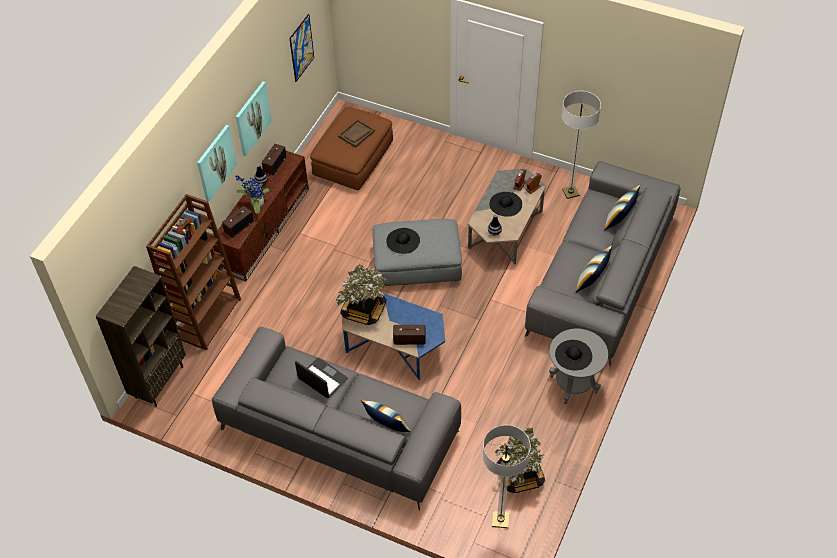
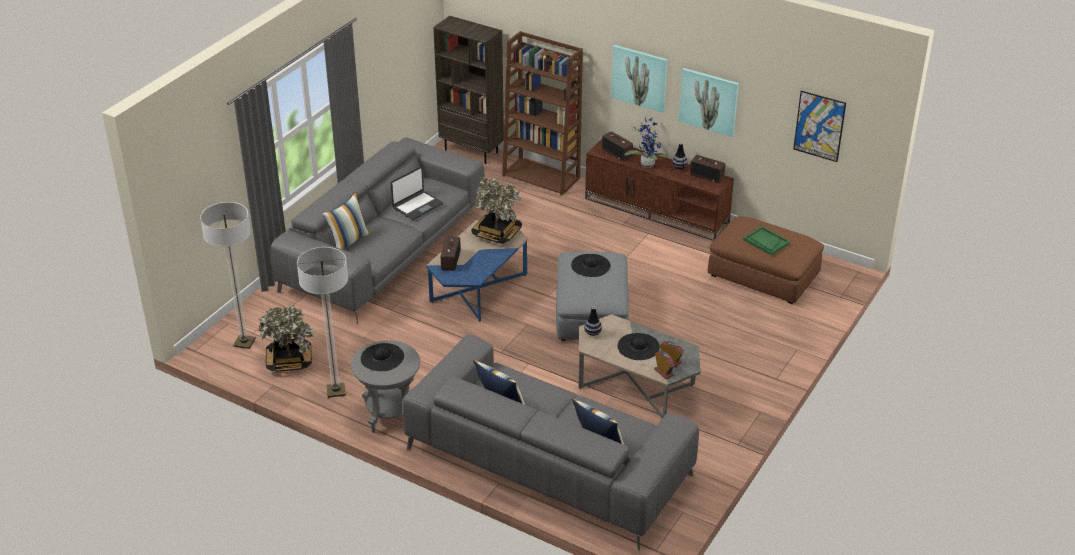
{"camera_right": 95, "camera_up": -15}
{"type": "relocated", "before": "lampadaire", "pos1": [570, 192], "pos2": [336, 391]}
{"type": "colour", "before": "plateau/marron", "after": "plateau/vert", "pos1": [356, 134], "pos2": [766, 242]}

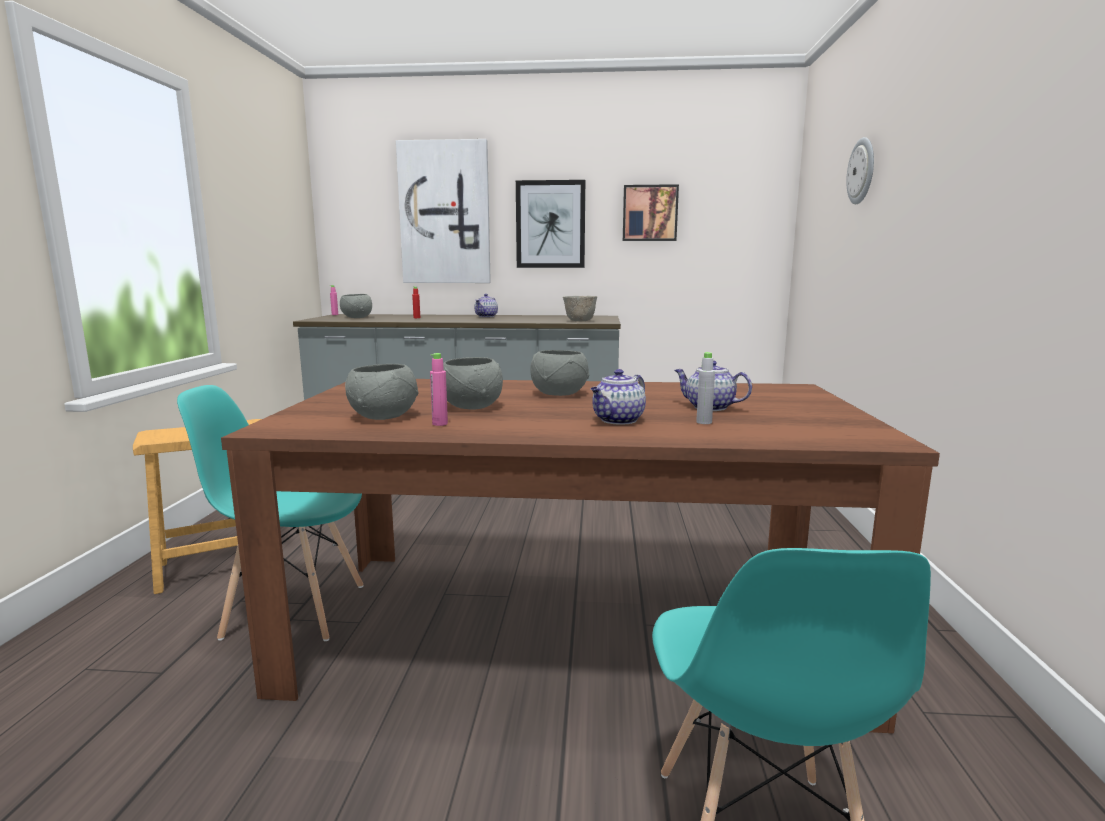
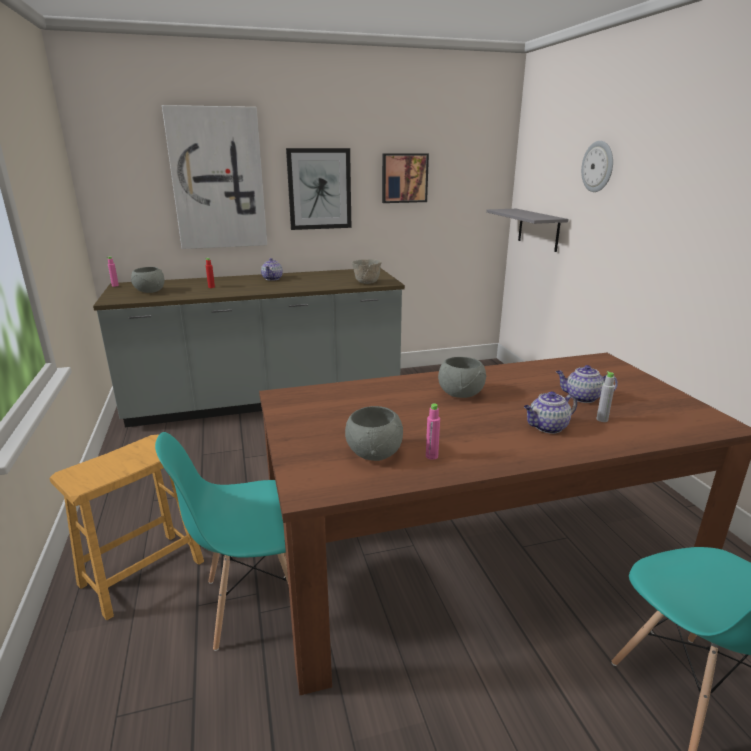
{"camera_right": -20, "camera_up": 10}
{"type": "missing", "before": "bol/gris", "pos1": [471, 406]}
{"type": "spun", "before": "théière", "pos1": [618, 420], "pos2": [547, 427], "turn": 45}
{"type": "appeared", "after": "étagère/gris", "pos2": [538, 229]}

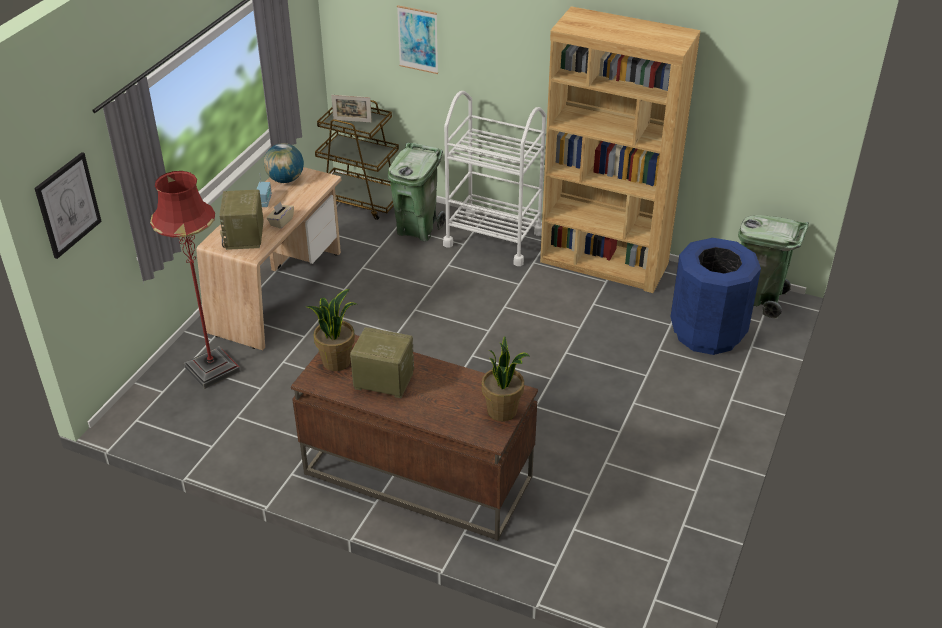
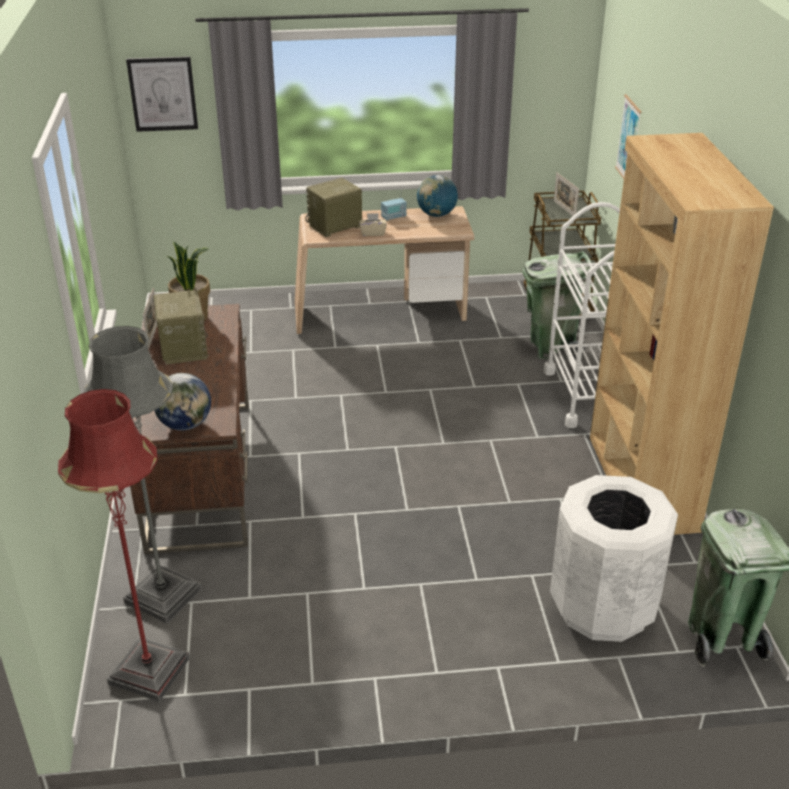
{"camera_right": 60, "camera_up": -5}
{"type": "relocated", "before": "lampadaire/rouge", "pos1": [212, 369], "pos2": [149, 671]}
{"type": "colour", "before": "poubelle/bleu", "after": "poubelle/blanc", "pos1": [707, 333], "pos2": [603, 608]}
{"type": "exchanged", "before": "plante en pot", "after": "globe", "pos1": [503, 411], "pos2": [185, 424]}
{"type": "appeared", "after": "cadre photo", "pos2": [153, 334]}
{"type": "appeared", "after": "lampadaire/gris", "pos2": [163, 596]}

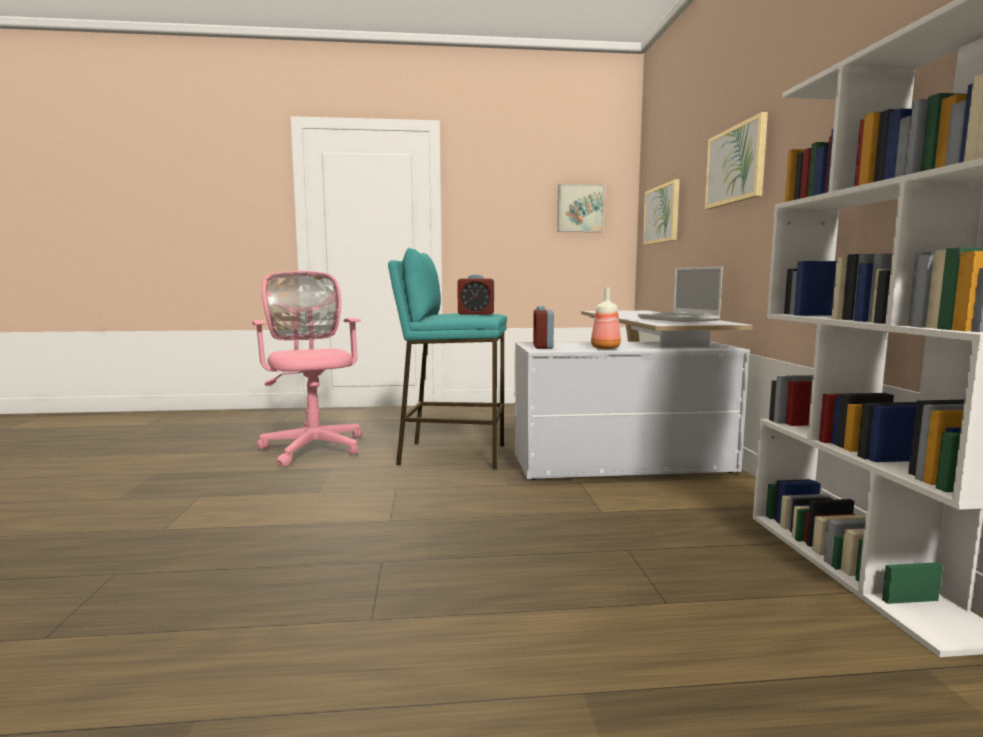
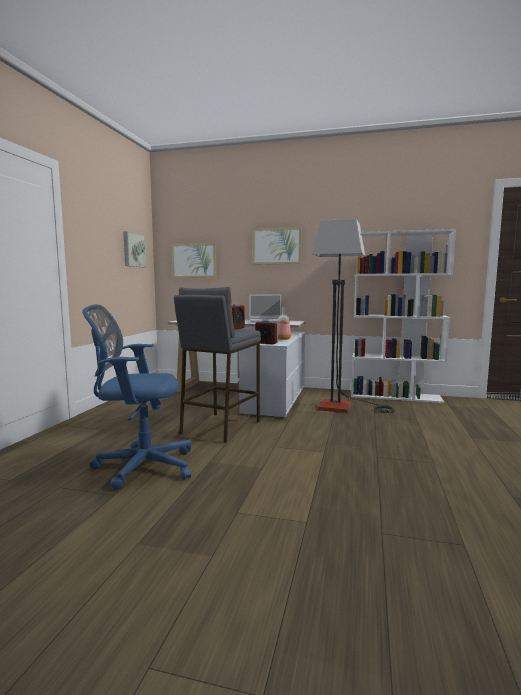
{"camera_right": -70, "camera_up": 0}
{"type": "colour", "before": "tabouret/turquoise", "after": "tabouret/gris", "pos1": [452, 455], "pos2": [219, 427]}
{"type": "colour", "before": "chaise de bureau/rose", "after": "chaise de bureau/bleu", "pos1": [313, 447], "pos2": [140, 466]}
{"type": "appeared", "after": "lampadaire", "pos2": [346, 407]}

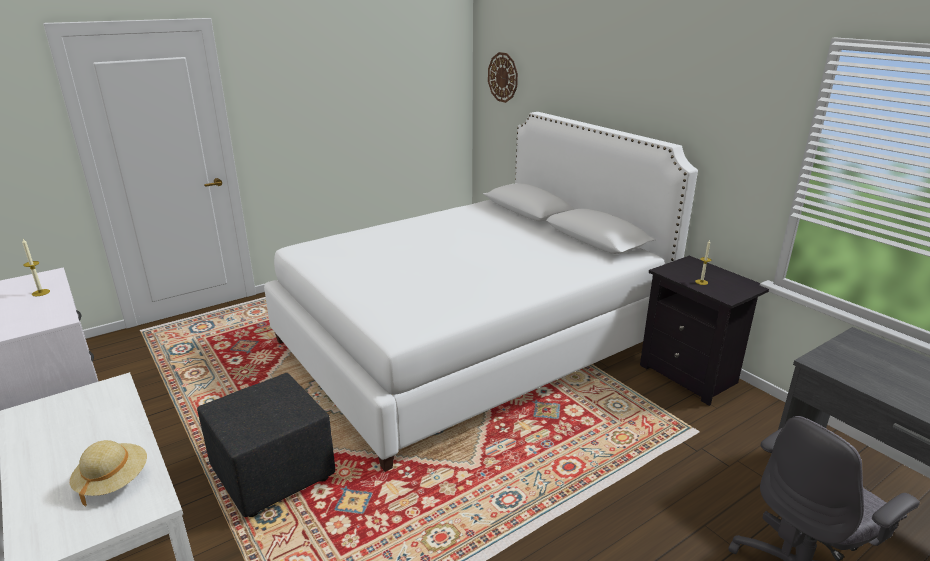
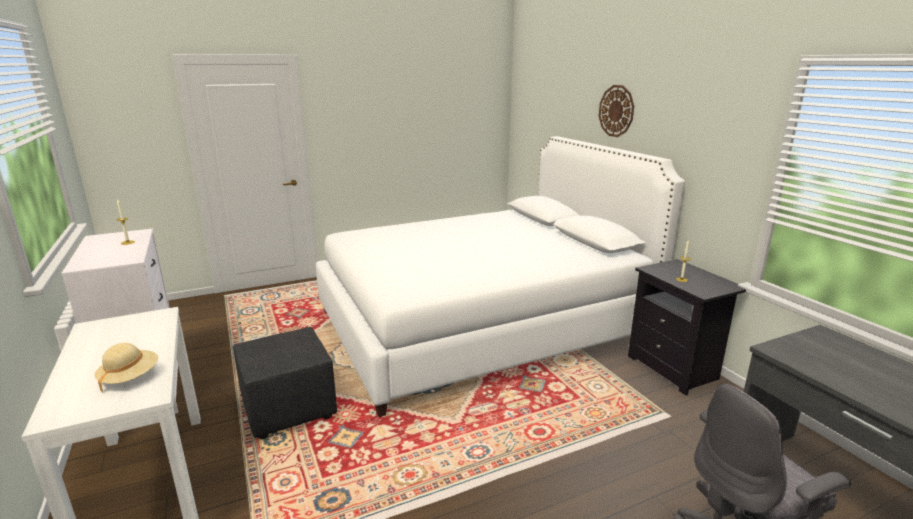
{"camera_right": 10, "camera_up": -5}
{"type": "relocated", "before": "horloge murale", "pos1": [503, 77], "pos2": [616, 111]}

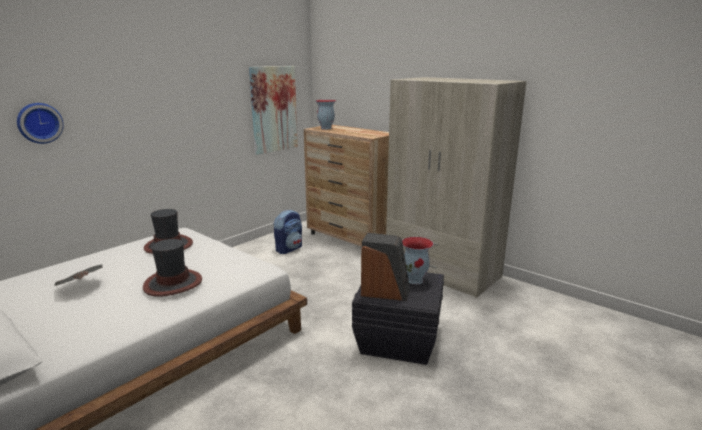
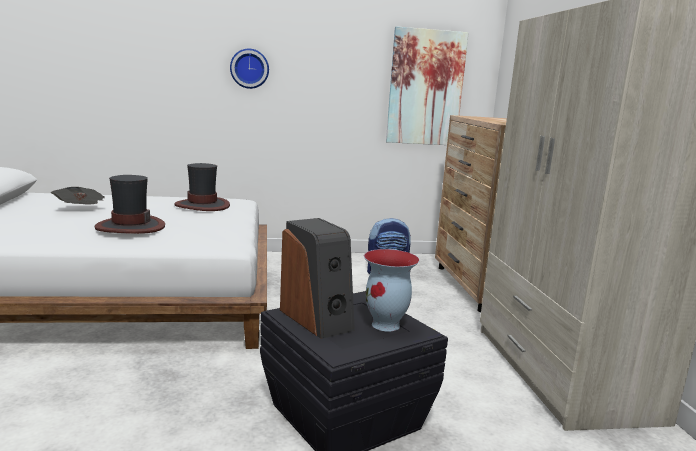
{"camera_right": 40, "camera_up": -5}
{"type": "missing", "before": "vase", "pos1": [326, 128]}
{"type": "relocated", "before": "horloge murale", "pos1": [39, 123], "pos2": [249, 68]}

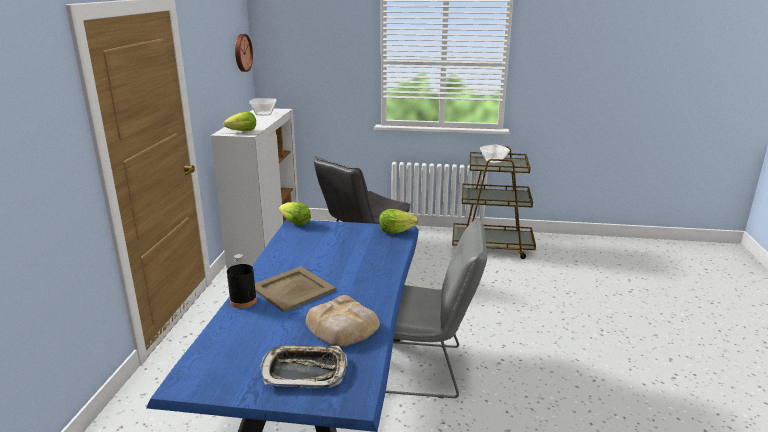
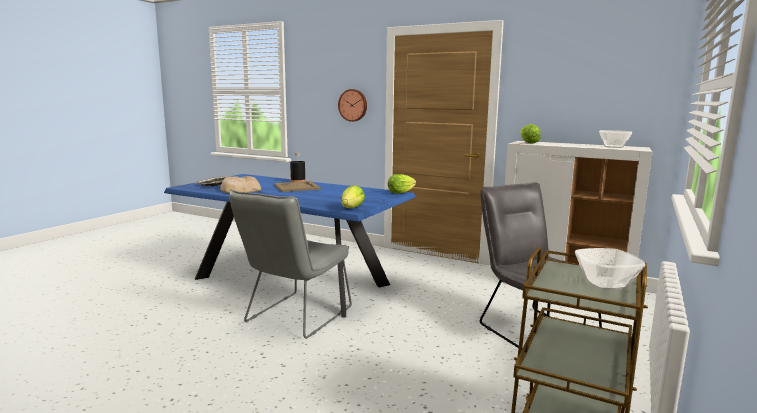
{"camera_right": 110, "camera_up": -10}
{"type": "relocated", "before": "horloge murale", "pos1": [242, 52], "pos2": [353, 105]}

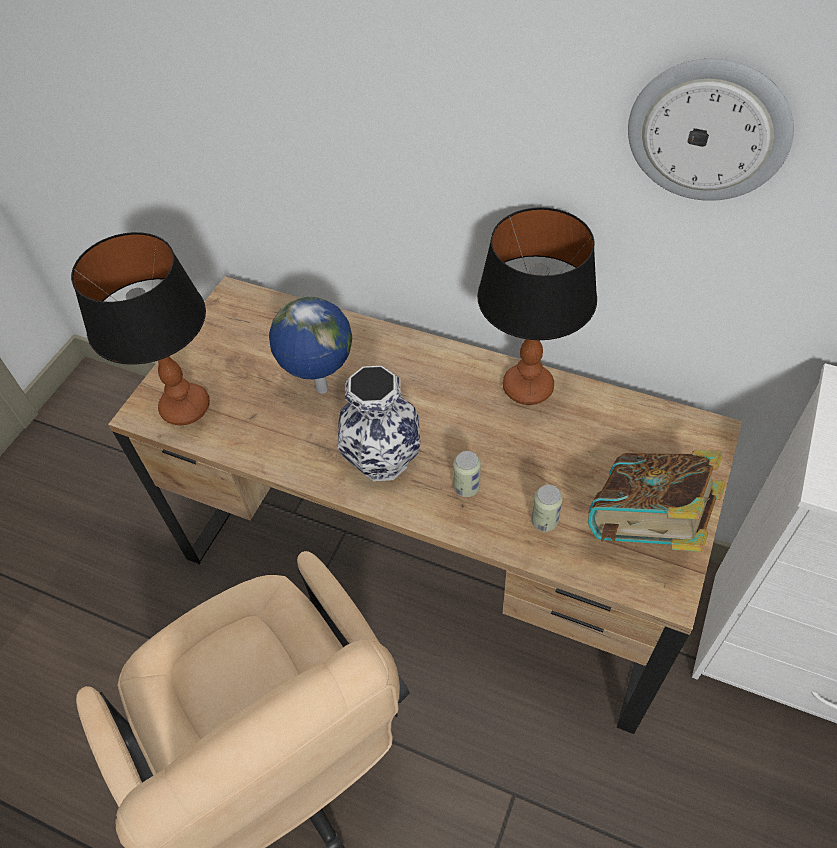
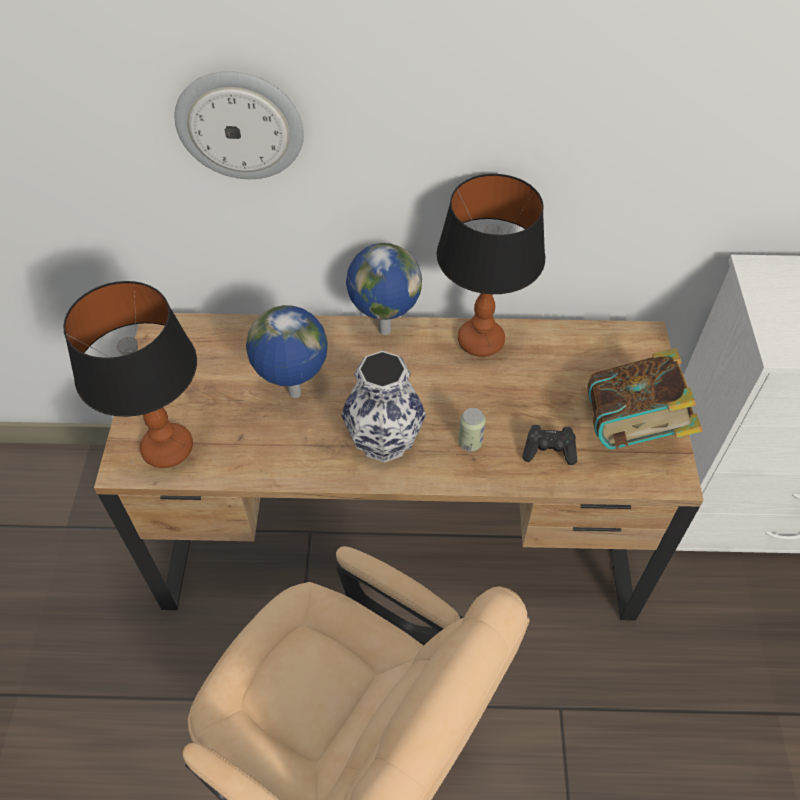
{"camera_right": -25, "camera_up": 0}
{"type": "relocated", "before": "horloge murale", "pos1": [708, 130], "pos2": [240, 125]}
{"type": "exchanged", "before": "boîte métallique", "after": "manette/noir", "pos1": [544, 521], "pos2": [549, 451]}
{"type": "appeared", "after": "globe", "pos2": [383, 330]}

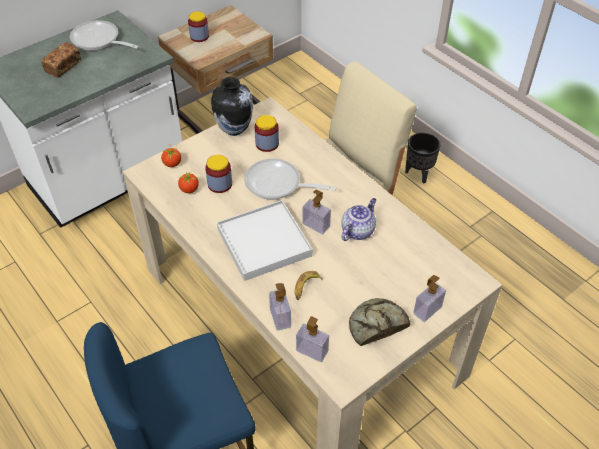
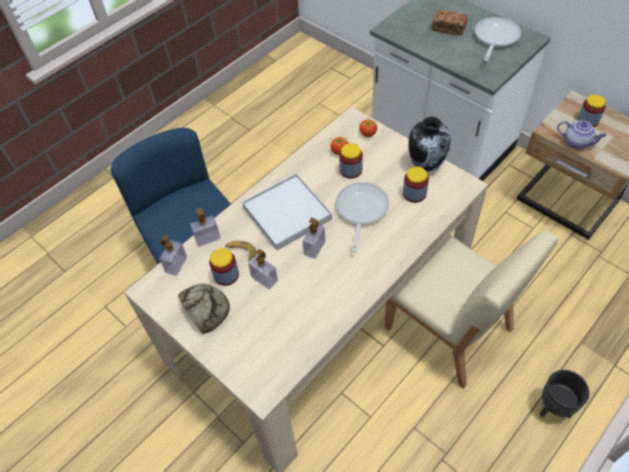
{"camera_right": 85, "camera_up": 5}
{"type": "relocated", "before": "théière", "pos1": [357, 230], "pos2": [577, 142]}
{"type": "relocated", "before": "distributeur de savon", "pos1": [427, 310], "pos2": [264, 279]}
{"type": "appeared", "after": "bocal", "pos2": [226, 275]}

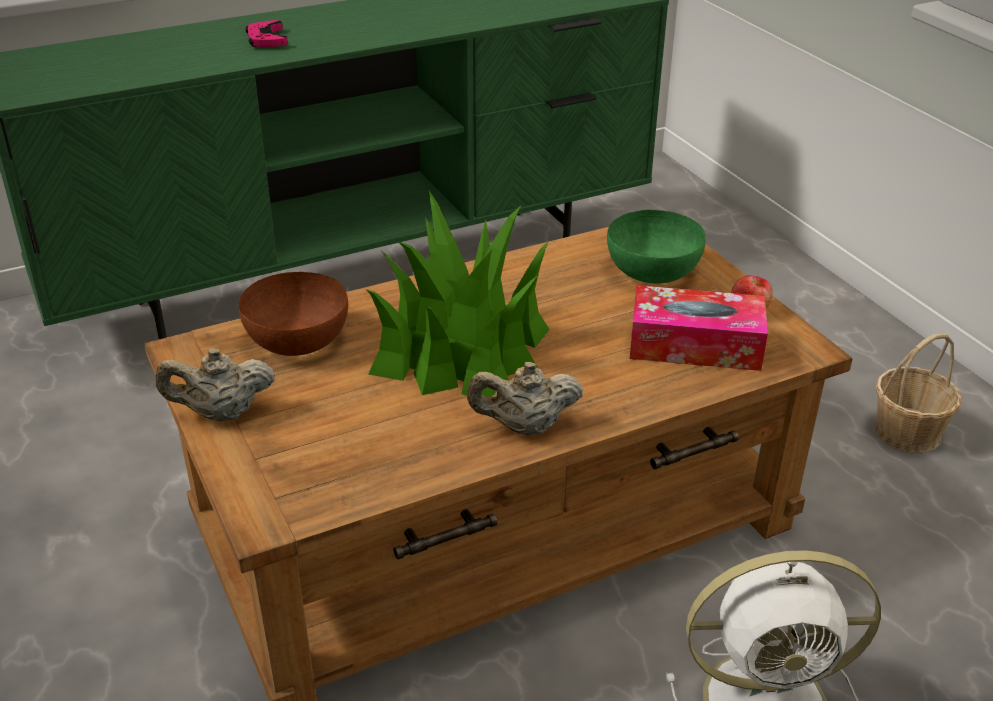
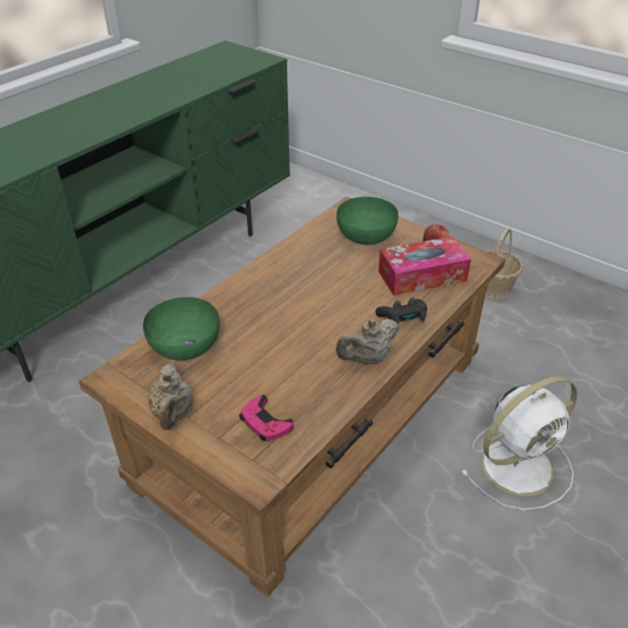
{"camera_right": -25, "camera_up": 5}
{"type": "relocated", "before": "manette/rose", "pos1": [266, 39], "pos2": [265, 422]}
{"type": "missing", "before": "plante en pot", "pos1": [461, 348]}
{"type": "colour", "before": "bol/marron", "after": "bol/vert", "pos1": [298, 339], "pos2": [185, 345]}
{"type": "spun", "before": "théière/beige", "pos1": [221, 413], "pos2": [173, 414], "turn": -60}
{"type": "appeared", "after": "manette/noir", "pos2": [403, 319]}

